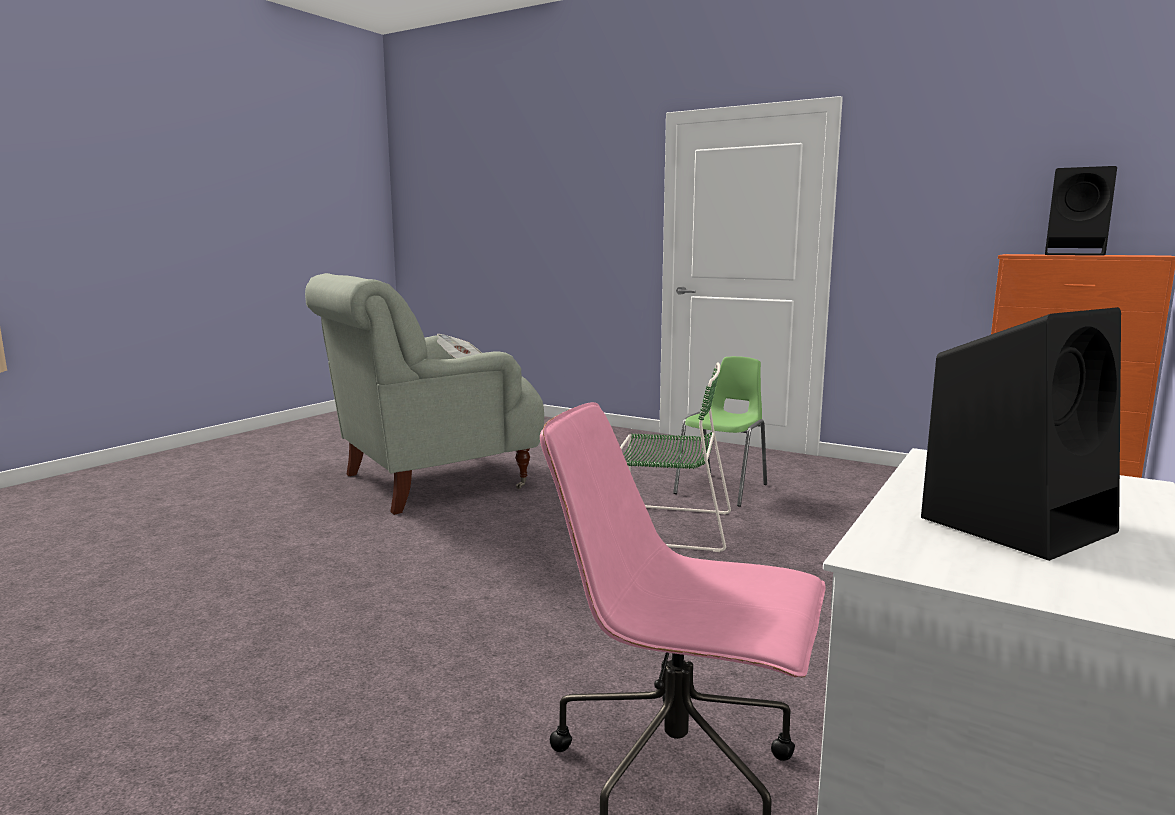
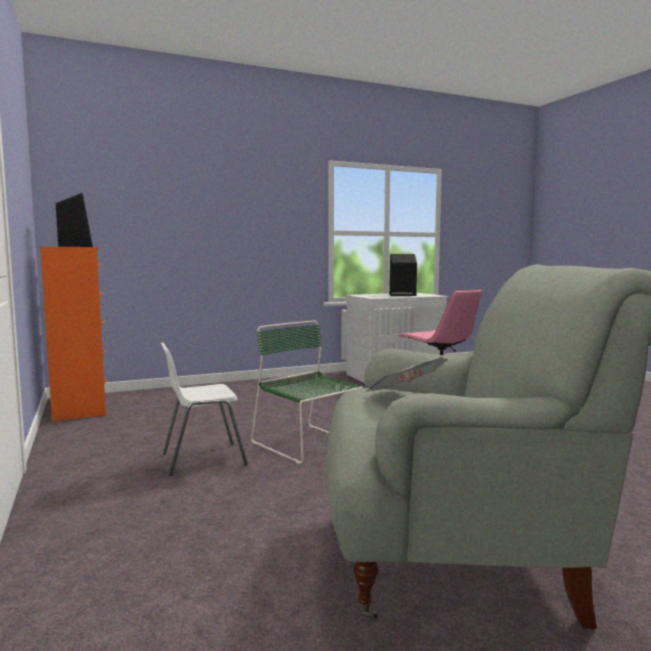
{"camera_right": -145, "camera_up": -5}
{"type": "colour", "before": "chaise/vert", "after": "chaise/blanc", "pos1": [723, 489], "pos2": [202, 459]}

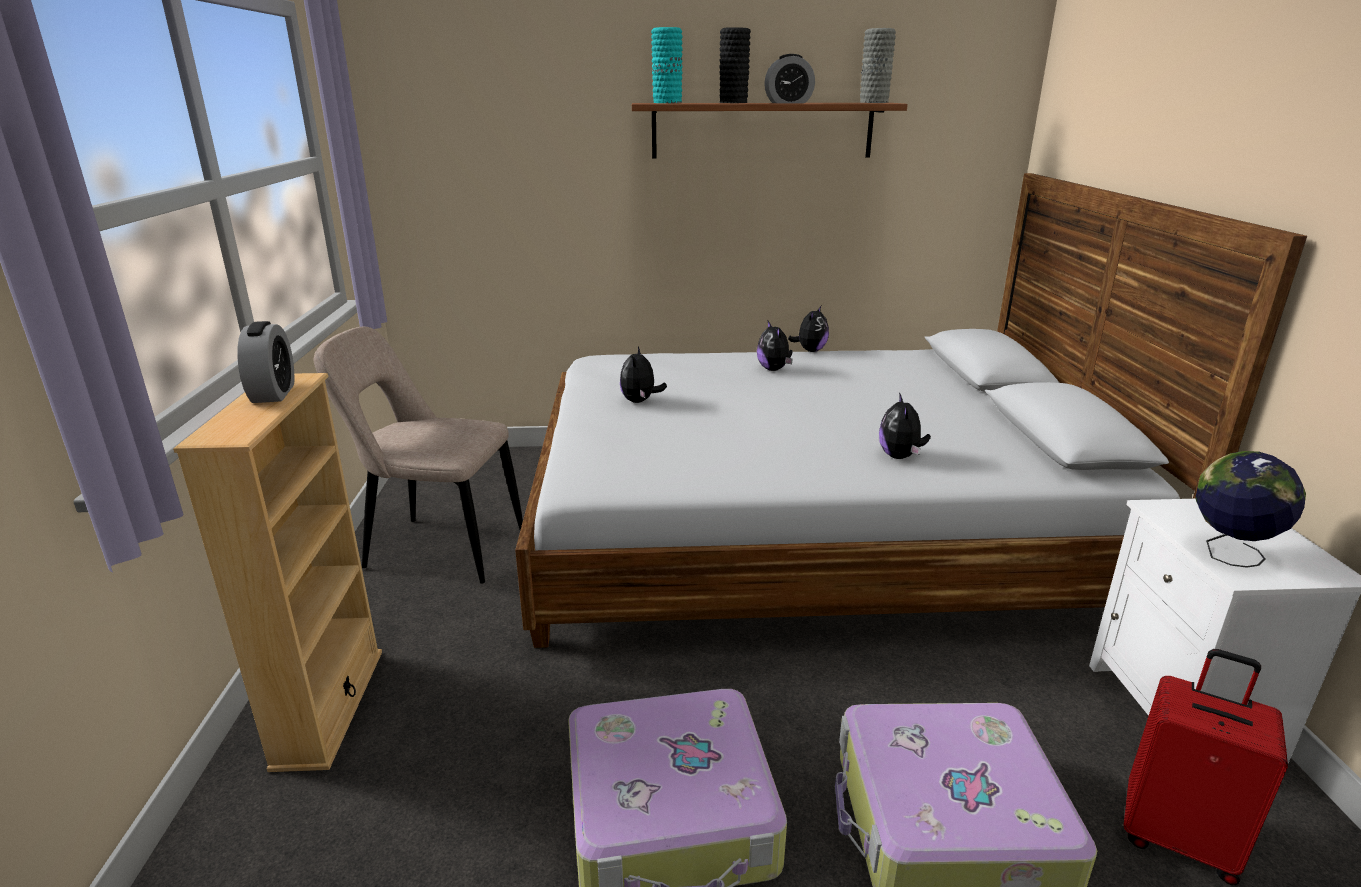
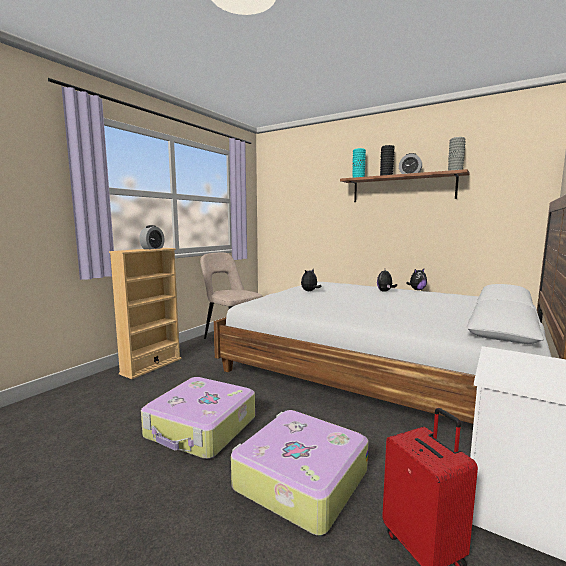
{"camera_right": 35, "camera_up": -15}
{"type": "missing", "before": "peluche", "pos1": [900, 456]}
{"type": "missing", "before": "globe", "pos1": [1228, 555]}

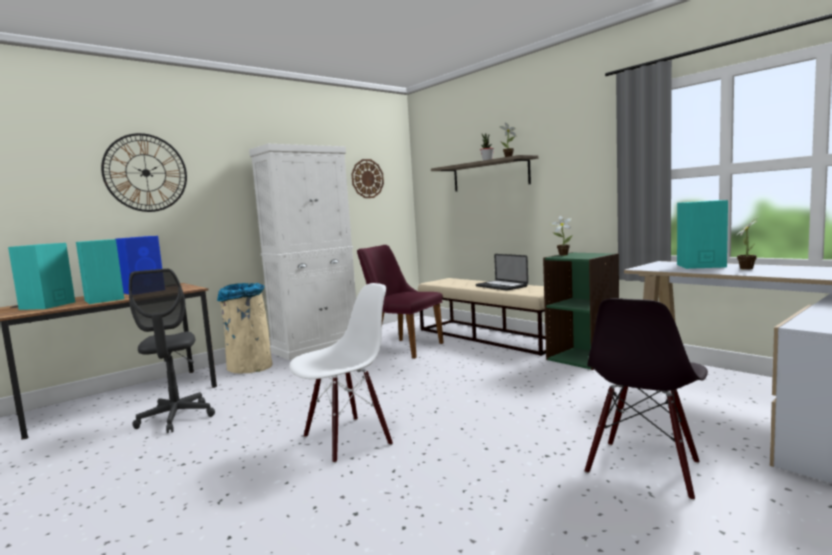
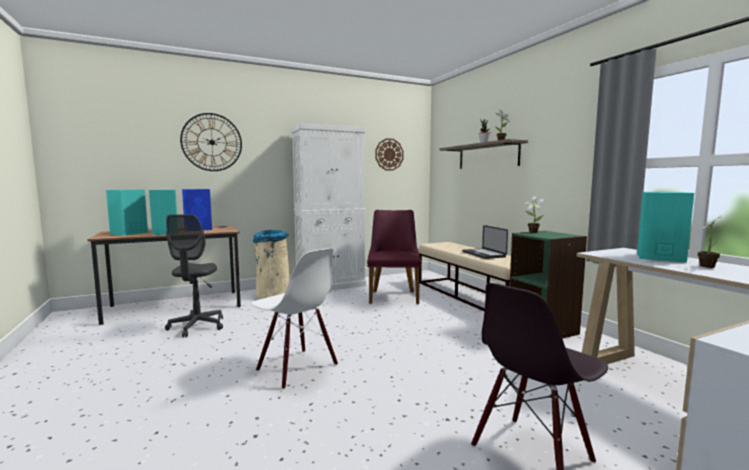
{"camera_right": 15, "camera_up": 0}
{"type": "spun", "before": "chaise/violet", "pos1": [402, 347], "pos2": [393, 295], "turn": 45}
{"type": "spun", "before": "chaise/blanc", "pos1": [347, 439], "pos2": [296, 368], "turn": 60}

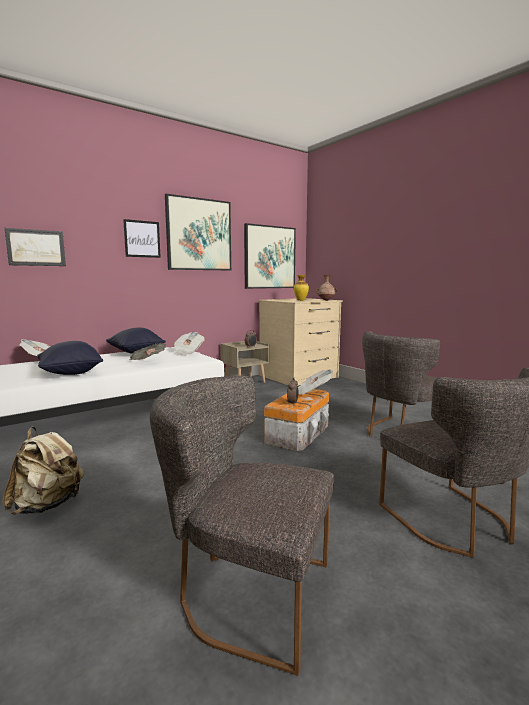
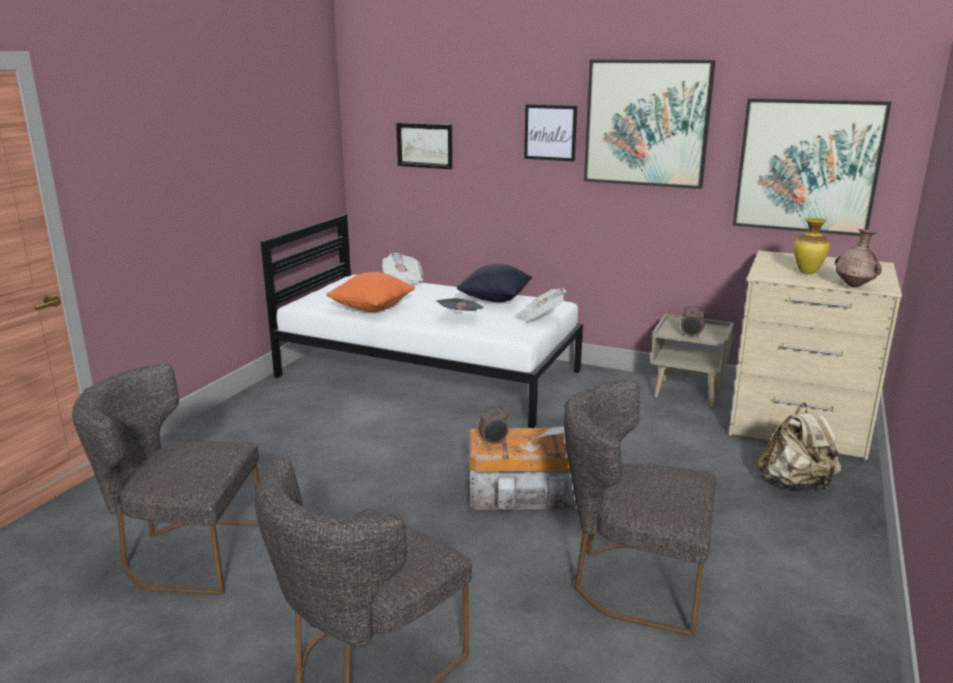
{"camera_right": 60, "camera_up": 10}
{"type": "colour", "before": "coussin/noir", "after": "coussin/orange", "pos1": [70, 373], "pos2": [372, 308]}
{"type": "spun", "before": "chaise/gris", "pos1": [246, 593], "pos2": [184, 554], "turn": -75}
{"type": "relocated", "before": "sac à dos/beige", "pos1": [48, 505], "pos2": [795, 484]}

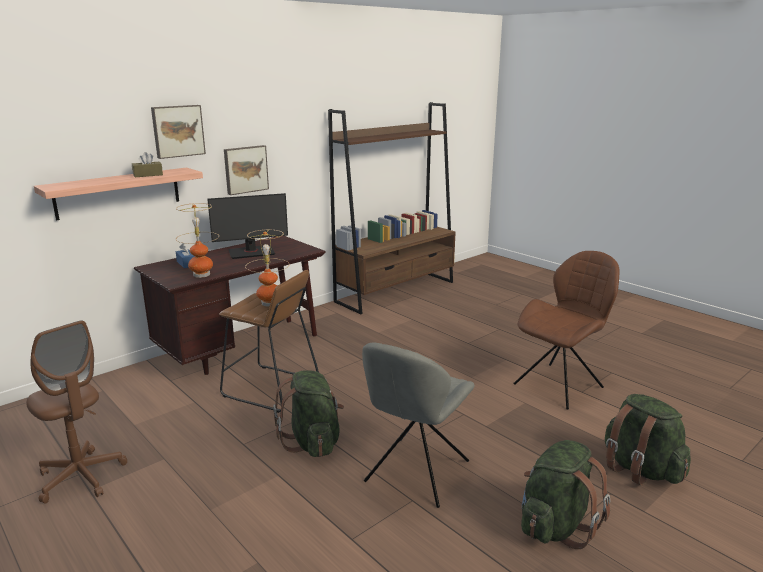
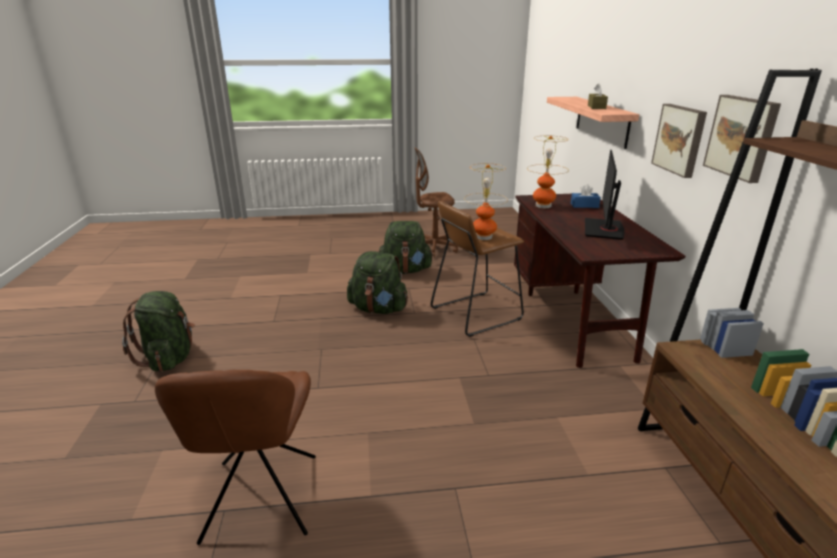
{"camera_right": 125, "camera_up": 5}
{"type": "relocated", "before": "tableau", "pos1": [177, 131], "pos2": [742, 137]}
{"type": "missing", "before": "chaise/gris", "pos1": [415, 473]}
{"type": "relocated", "before": "sac à dos/vert", "pos1": [640, 469], "pos2": [405, 270]}

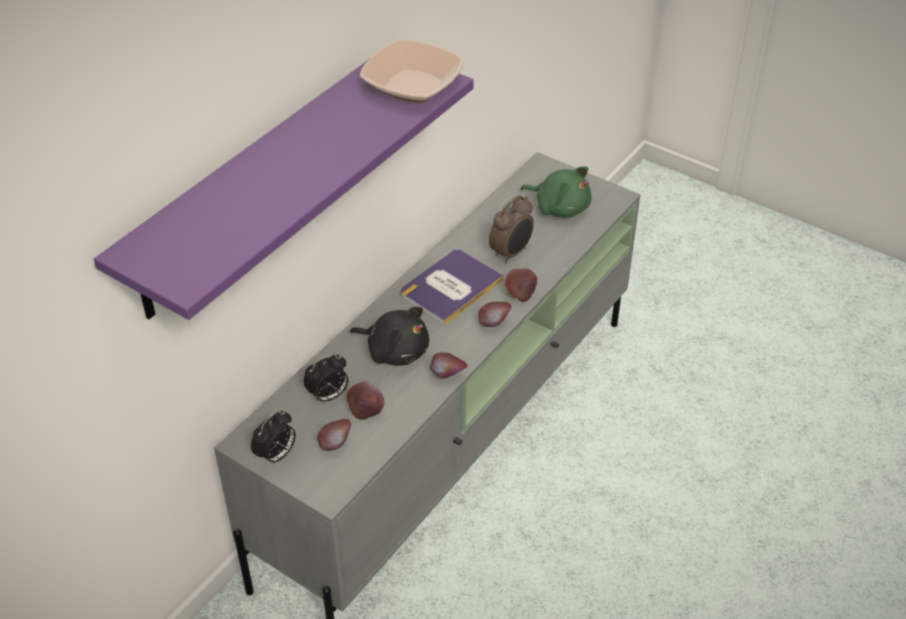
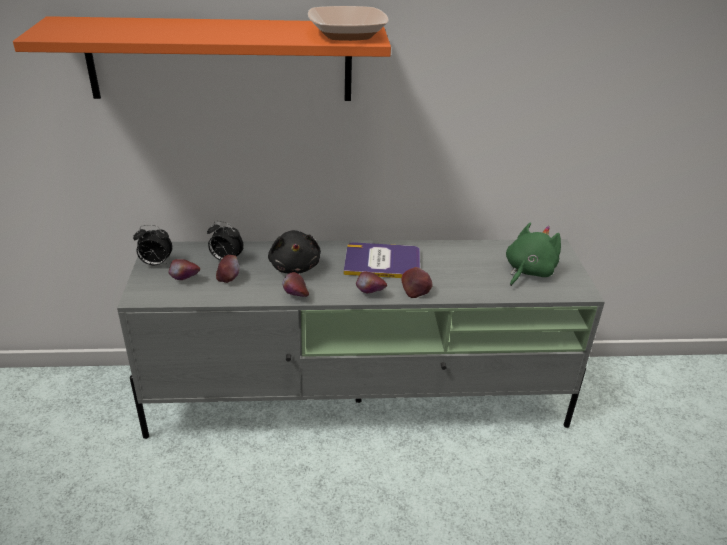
{"camera_right": 50, "camera_up": -10}
{"type": "colour", "before": "étagère/violet", "after": "étagère/orange", "pos1": [261, 182], "pos2": [220, 60]}
{"type": "spun", "before": "peluche/vert", "pos1": [559, 207], "pos2": [528, 271], "turn": -135}
{"type": "missing", "before": "réveil", "pos1": [511, 253]}

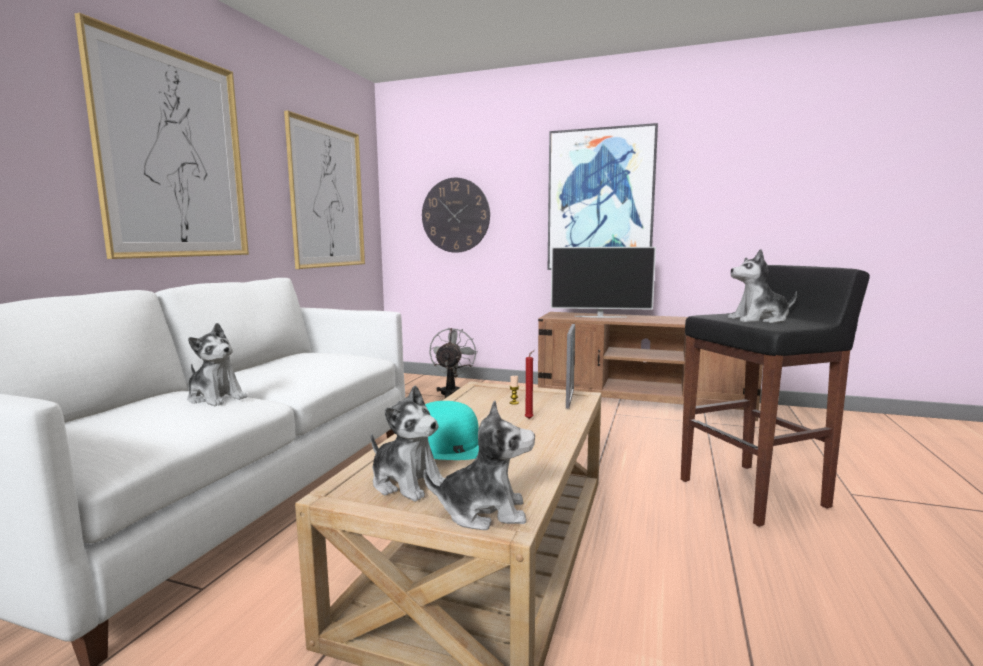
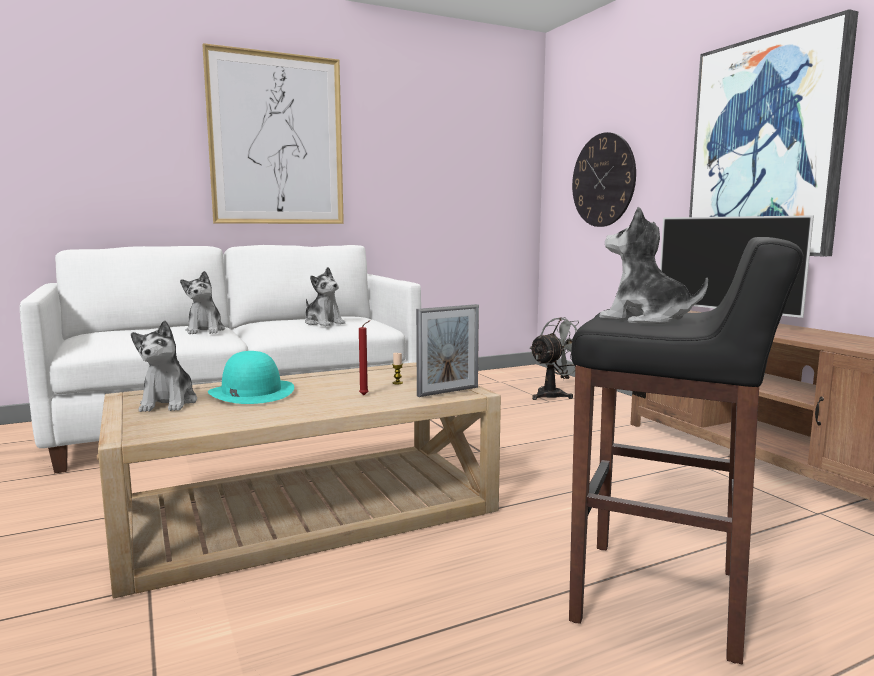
{"camera_right": 45, "camera_up": 0}
{"type": "missing", "before": "tableau", "pos1": [327, 196]}
{"type": "relocated", "before": "peluche", "pos1": [484, 512], "pos2": [323, 323]}

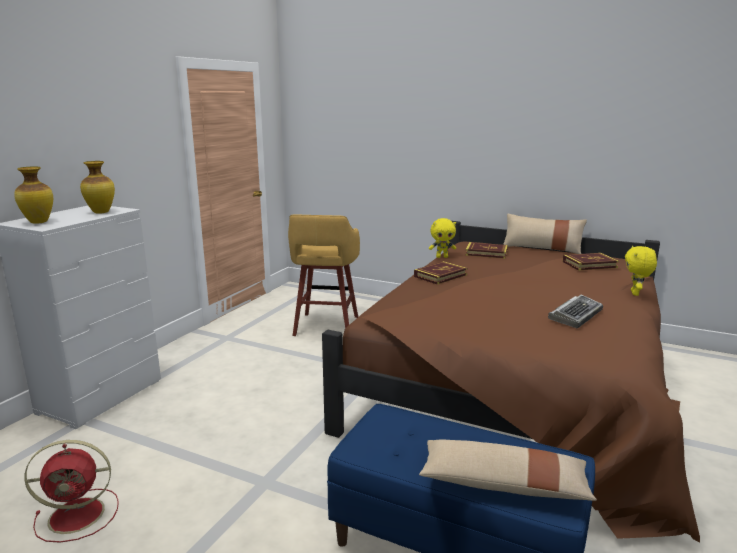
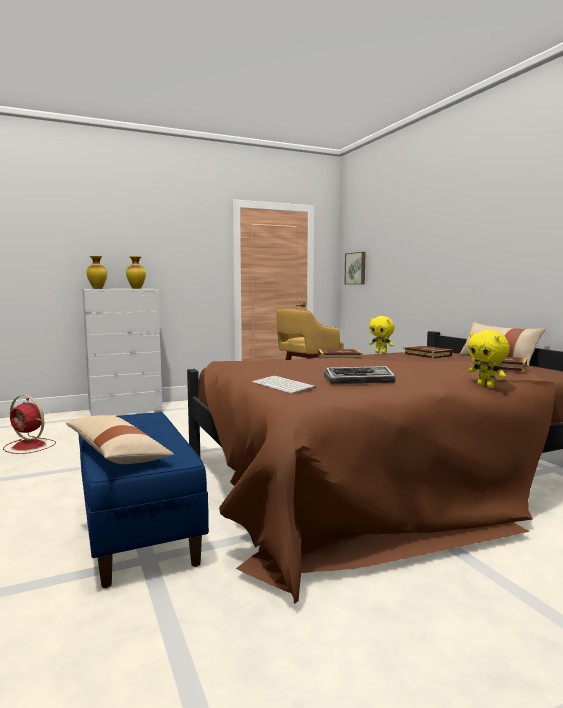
{"camera_right": 40, "camera_up": -10}
{"type": "spun", "before": "peluche/jaune", "pos1": [636, 293], "pos2": [486, 386], "turn": -90}
{"type": "appeared", "after": "tableau", "pos2": [356, 268]}
{"type": "appeared", "after": "clavier", "pos2": [284, 386]}

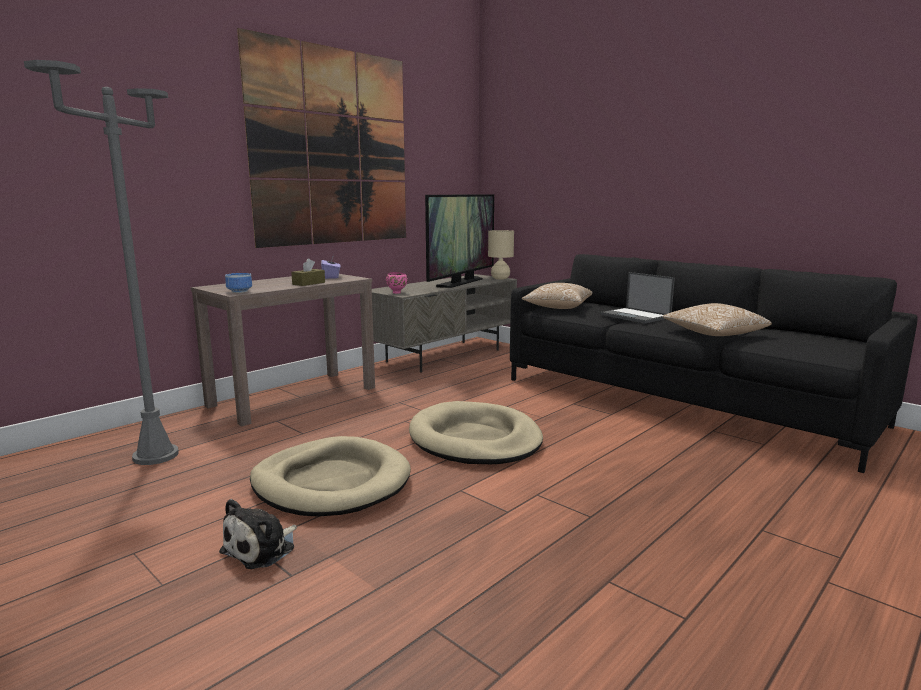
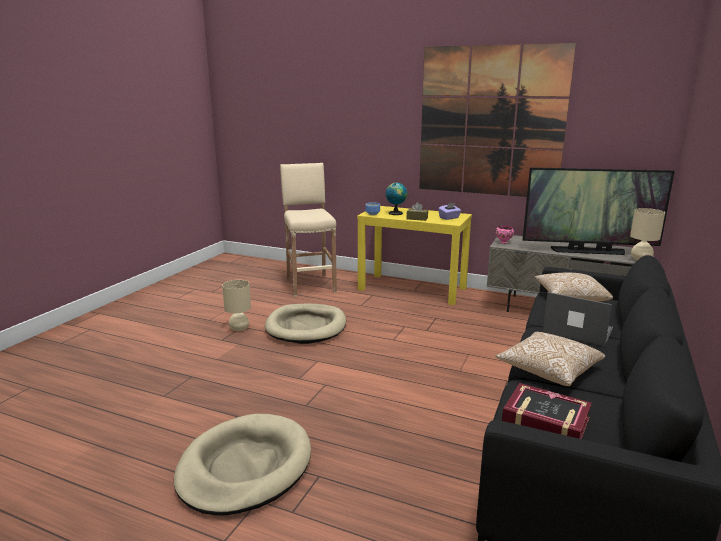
{"camera_right": 70, "camera_up": 5}
{"type": "exchanged", "before": "lampadaire/gris", "after": "tabouret/beige", "pos1": [155, 456], "pos2": [310, 285]}
{"type": "spun", "before": "ordinateur portable", "pos1": [636, 316], "pos2": [576, 331], "turn": 90}
{"type": "colour", "before": "table console/marron", "after": "table console/jaune", "pos1": [294, 396], "pos2": [412, 289]}
{"type": "relocated", "before": "panier pour chien/beige", "pos1": [475, 439], "pos2": [245, 467]}
{"type": "exchanged", "before": "peluche", "after": "lampe de table/beige", "pos1": [262, 549], "pos2": [239, 329]}
{"type": "appeared", "after": "globe", "pos2": [395, 213]}
{"type": "appeared", "after": "livre", "pos2": [545, 423]}

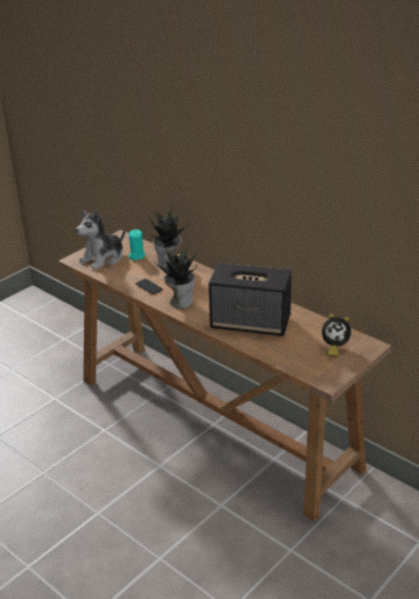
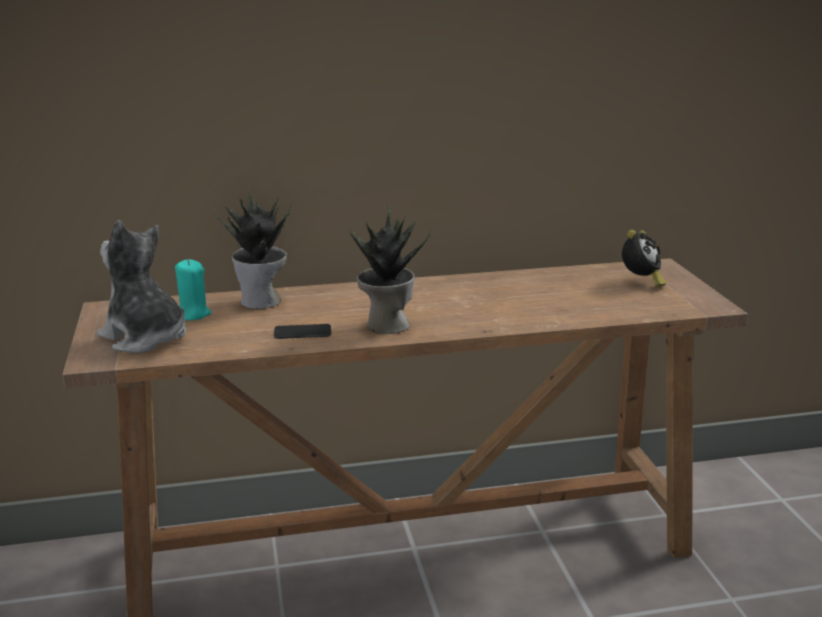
{"camera_right": -55, "camera_up": -10}
{"type": "spun", "before": "peluche", "pos1": [103, 258], "pos2": [145, 338], "turn": 135}
{"type": "missing", "before": "enceinte", "pos1": [251, 323]}

